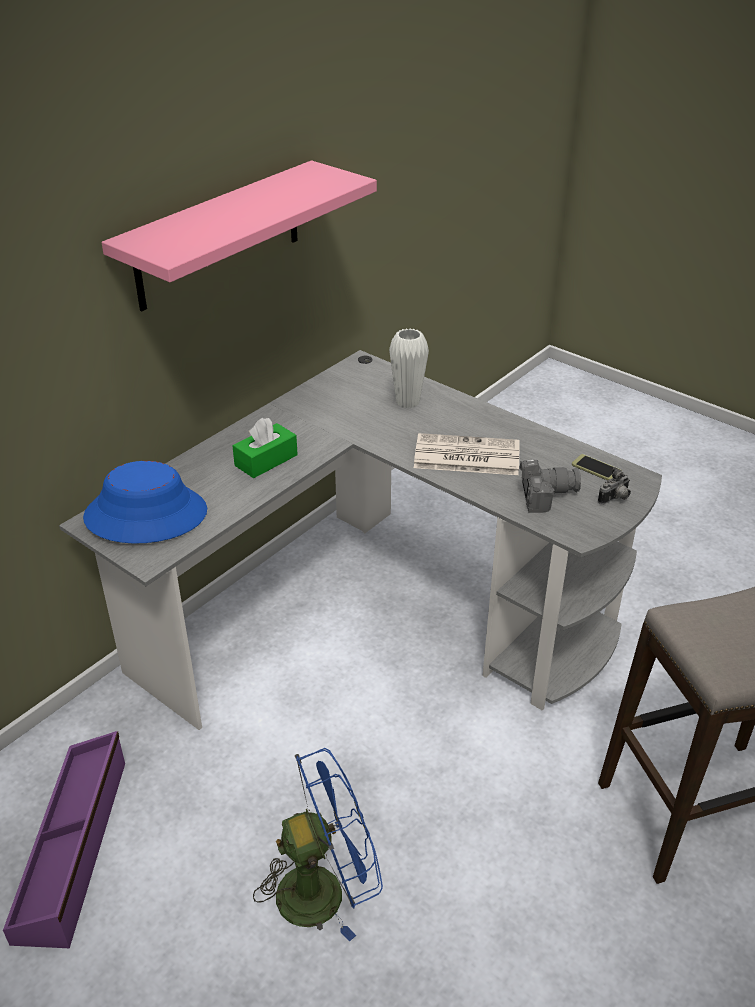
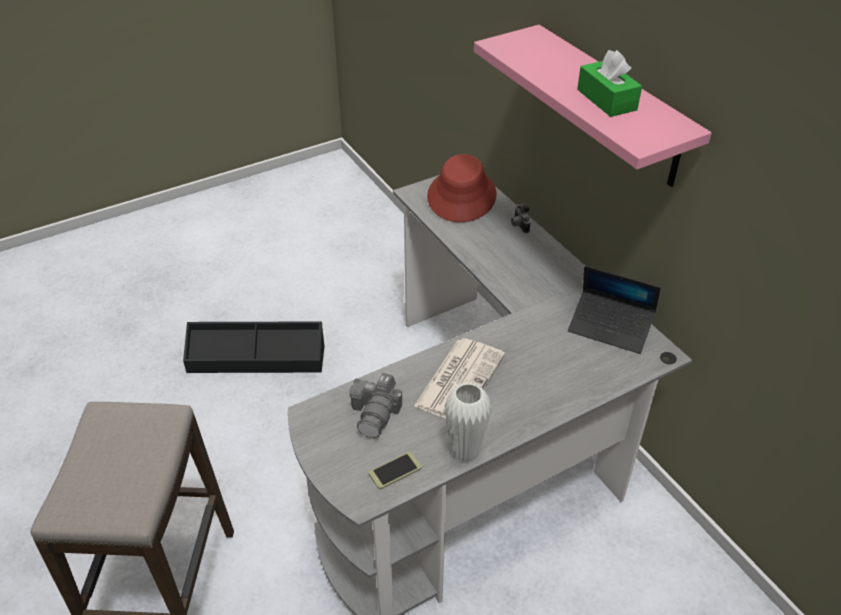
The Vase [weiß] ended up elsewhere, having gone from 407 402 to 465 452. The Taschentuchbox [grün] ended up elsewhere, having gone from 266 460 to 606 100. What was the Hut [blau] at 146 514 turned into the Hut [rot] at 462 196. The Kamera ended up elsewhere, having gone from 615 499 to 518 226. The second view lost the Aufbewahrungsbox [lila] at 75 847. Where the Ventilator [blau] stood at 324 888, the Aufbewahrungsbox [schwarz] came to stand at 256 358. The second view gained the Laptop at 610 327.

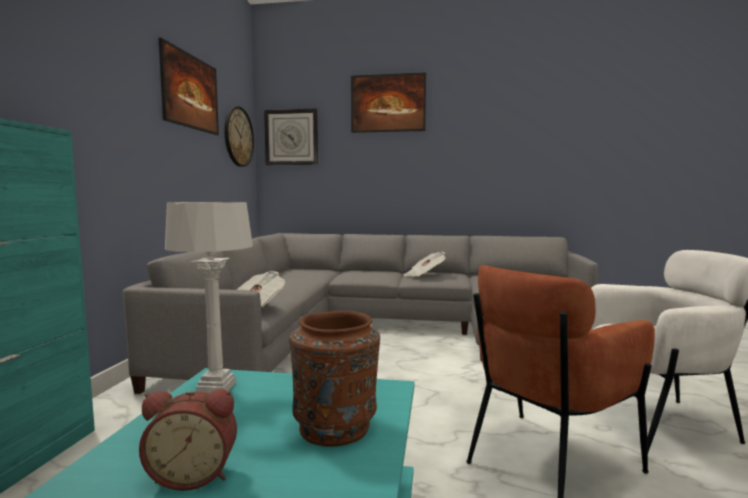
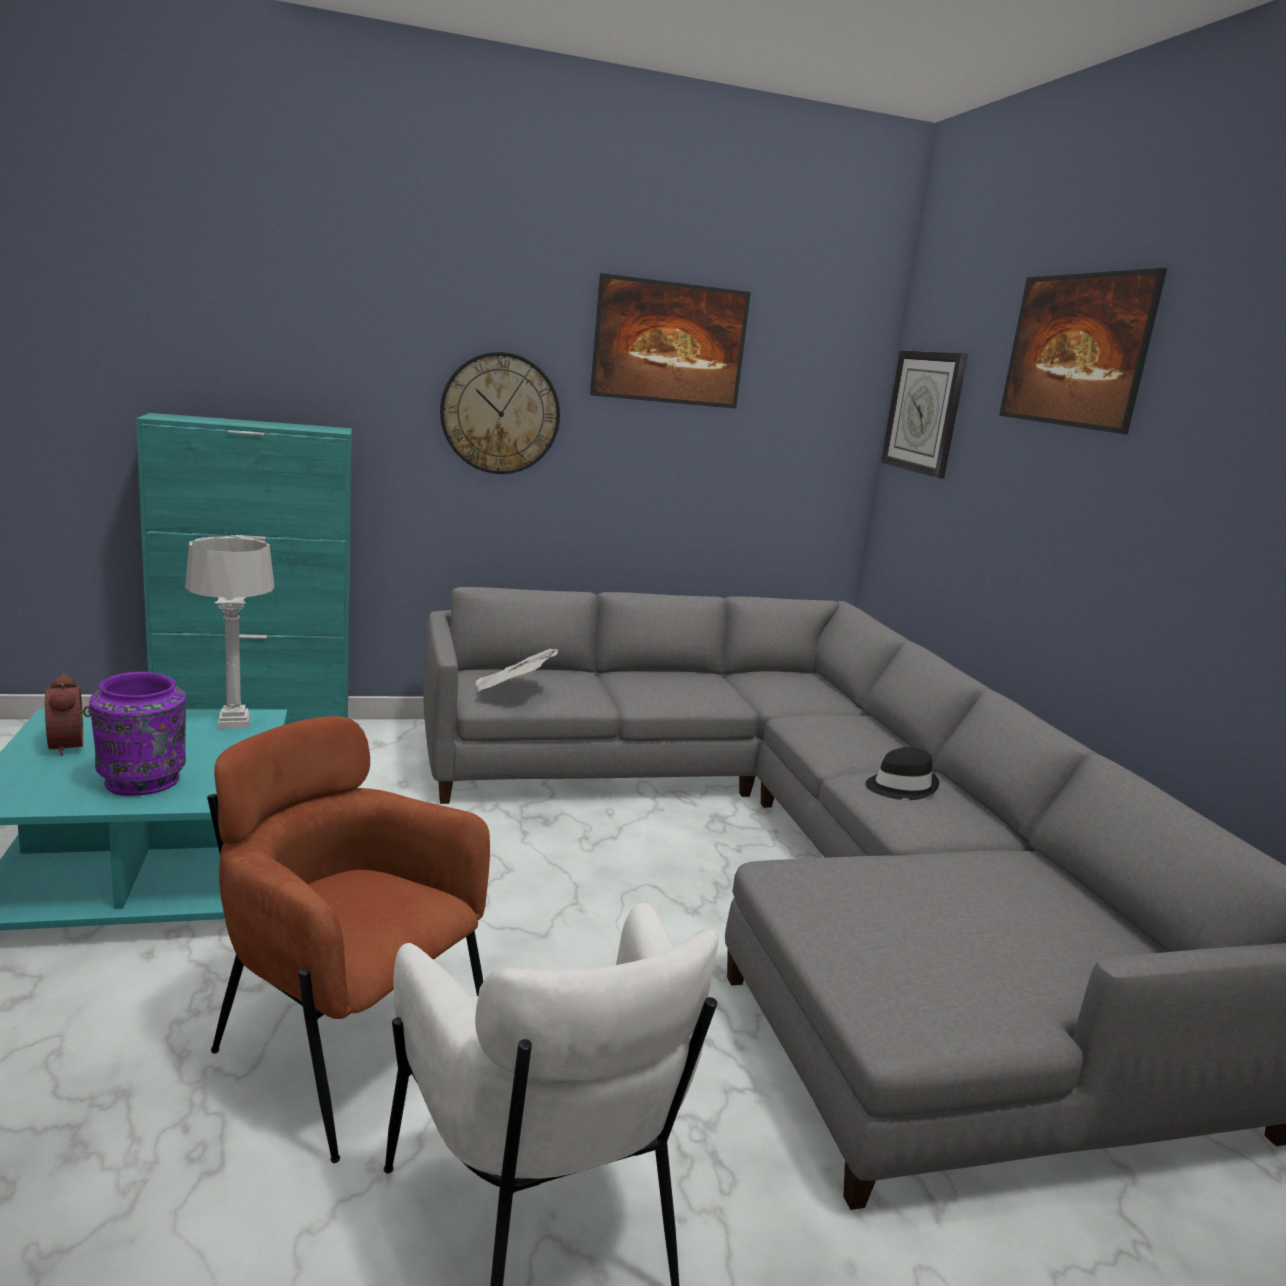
The Wanduhr ended up elsewhere, having gone from 238 137 to 500 413. Where the Zeitung stood at 424 275, the Hut [schwarz] came to stand at 900 786. What was the Vase [braun] at 336 427 turned into the Vase [lila] at 143 782.

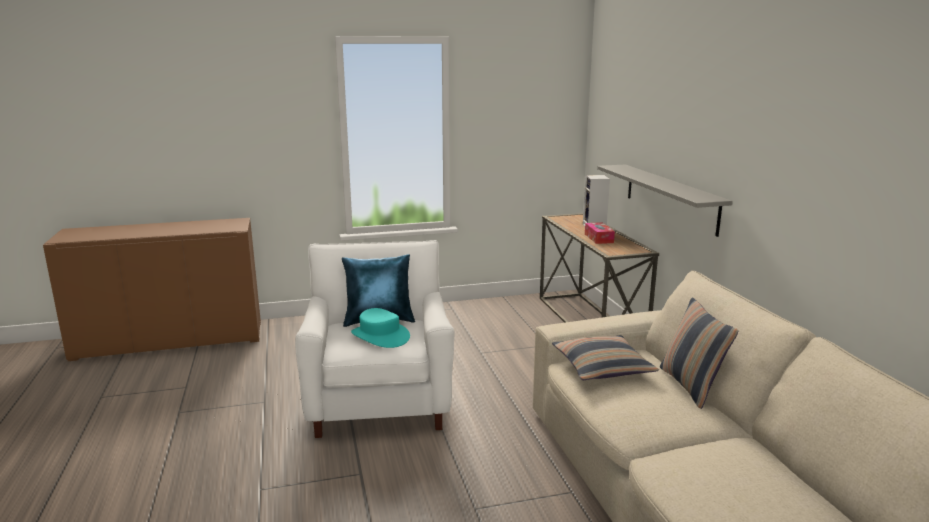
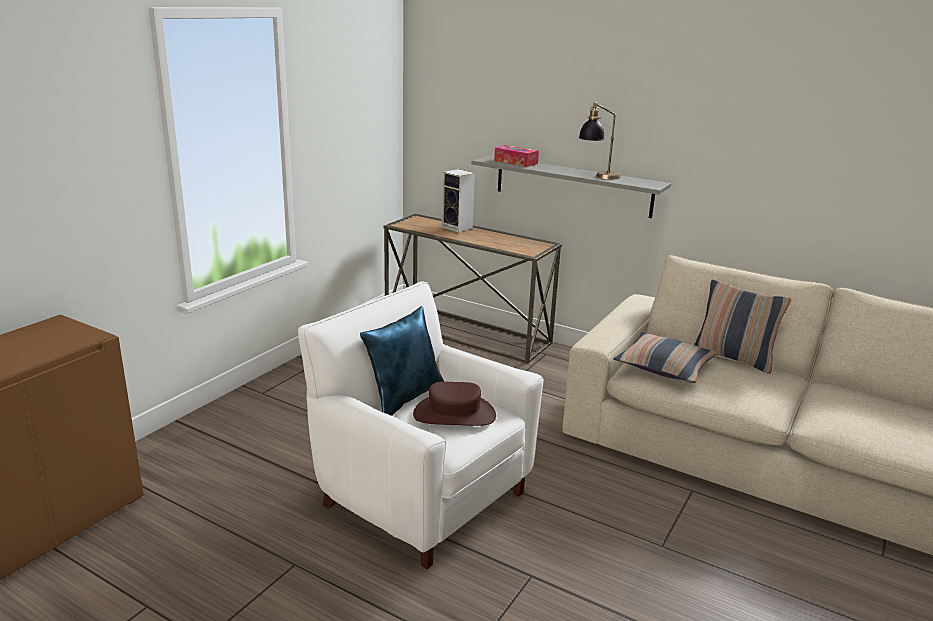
The Taschentuchbox ended up elsewhere, having gone from 598 238 to 516 162. What was the Hut [türkis] at 380 336 turned into the Hut [braun] at 454 415. The second view gained the Tischlampe at 597 176.

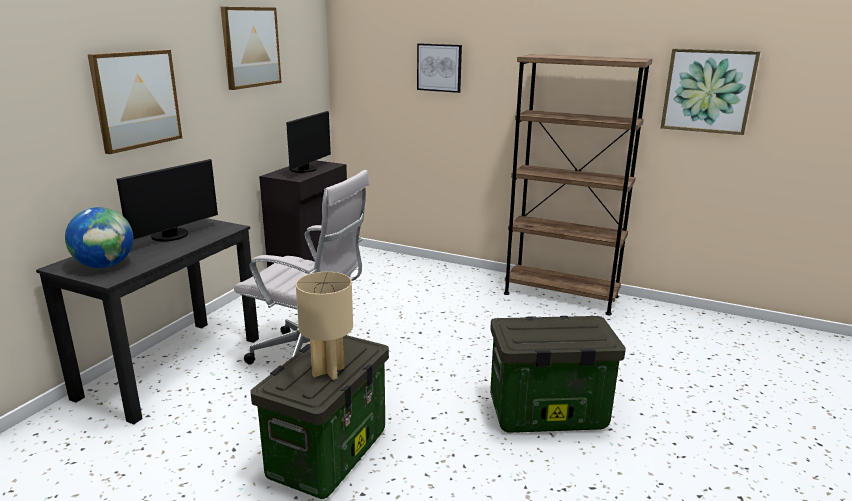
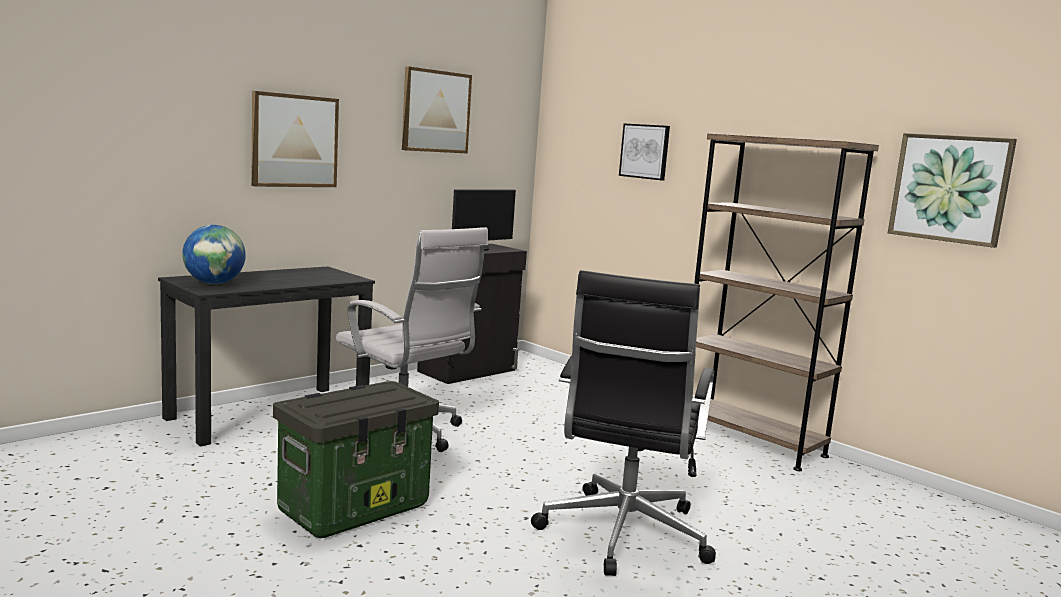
The second view lost the Monitor at 172 236. The second view lost the Tischlampe [beige] at 329 371. Where the Aufbewahrungsbox stood at 546 414, the Bürostuhl [schwarz] came to stand at 622 535.

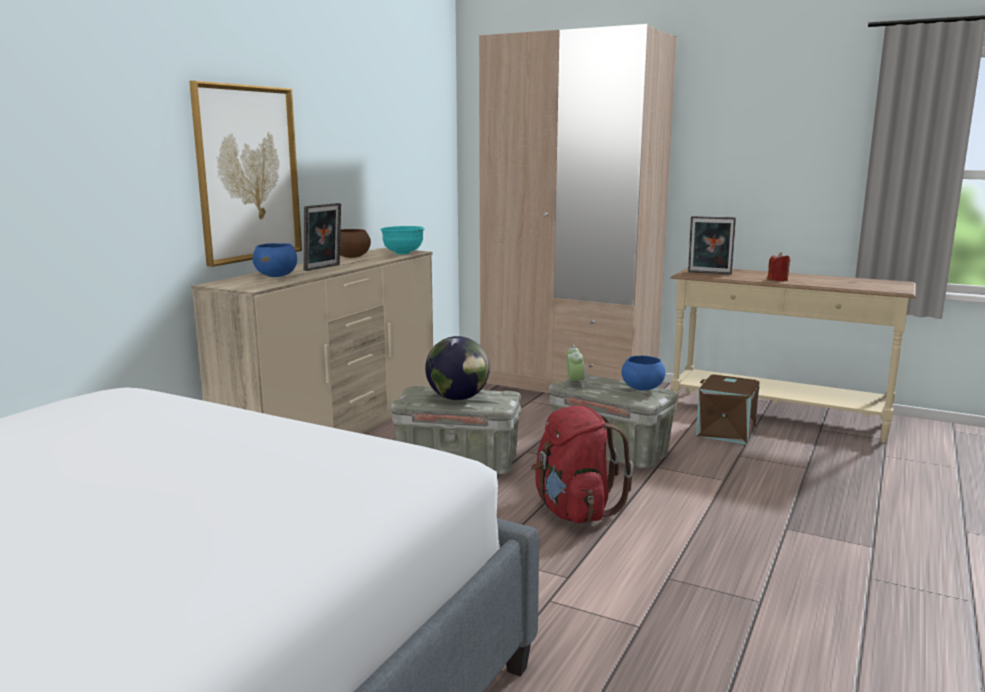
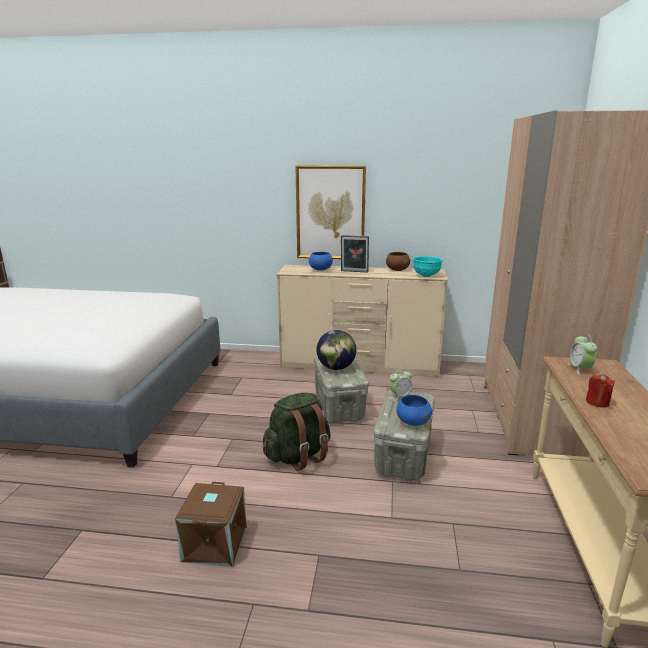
Where the Bilderrahmen stood at 709 273, the Wecker came to stand at 580 369. The Aufbewahrungsbox [braun] ended up elsewhere, having gone from 726 431 to 216 544. What was the Rucksack [rot] at 574 511 turned into the Rucksack [grün] at 298 456.

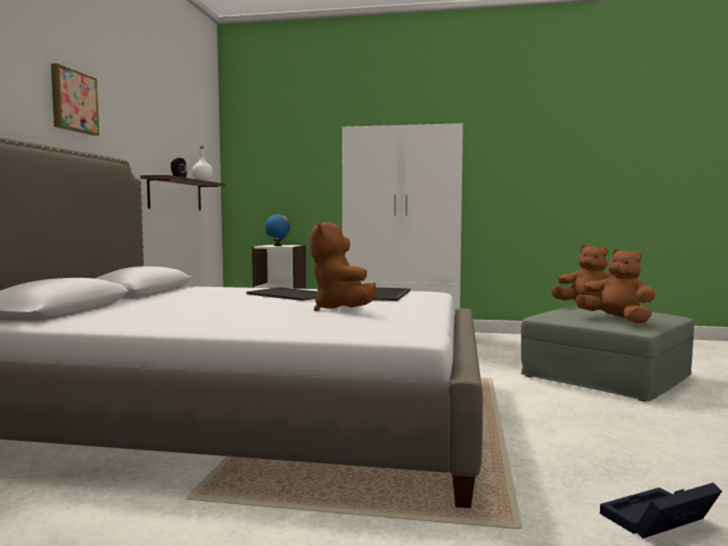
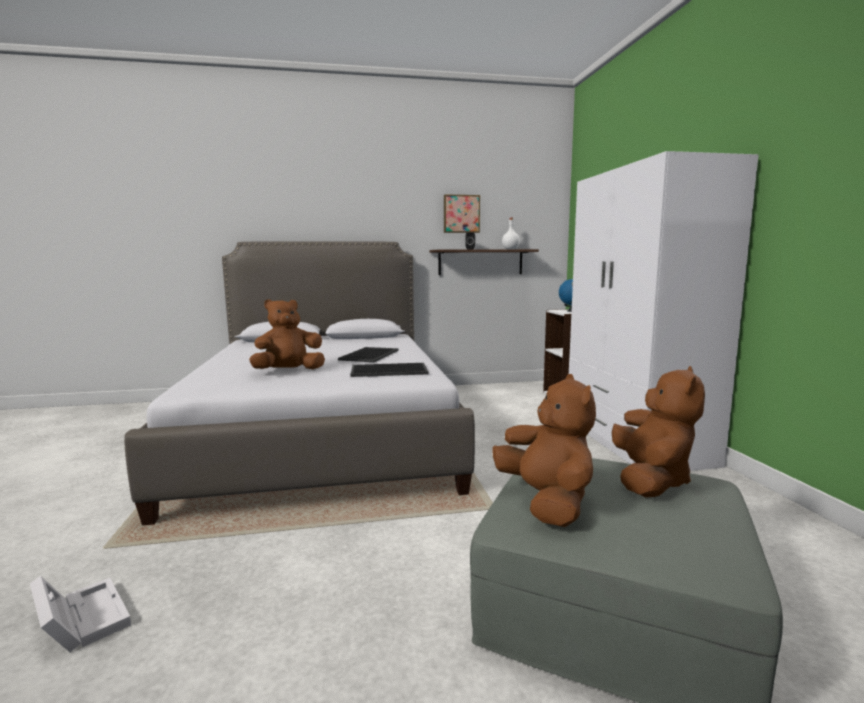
The Bild ended up elsewhere, having gone from 73 101 to 461 214. The Plüschtier [braun] at 616 320 ended up facing another way, 45 degrees counterclockwise from before. What was the Aufbewahrungsbox [schwarz] at 657 521 turned into the Aufbewahrungsbox [weiß] at 81 619.

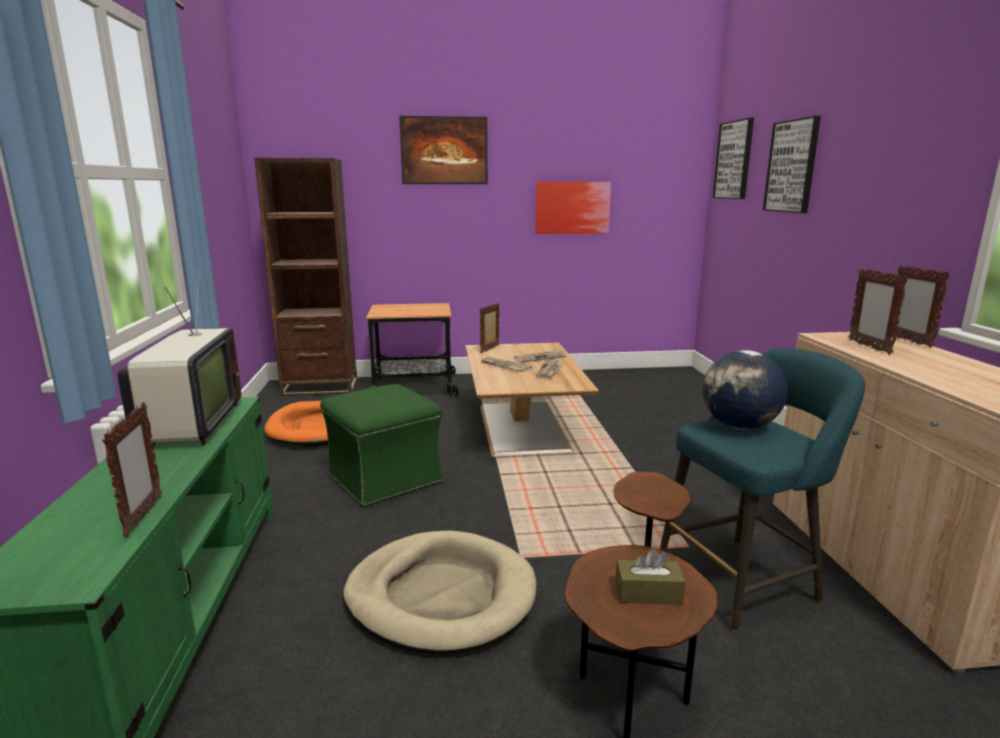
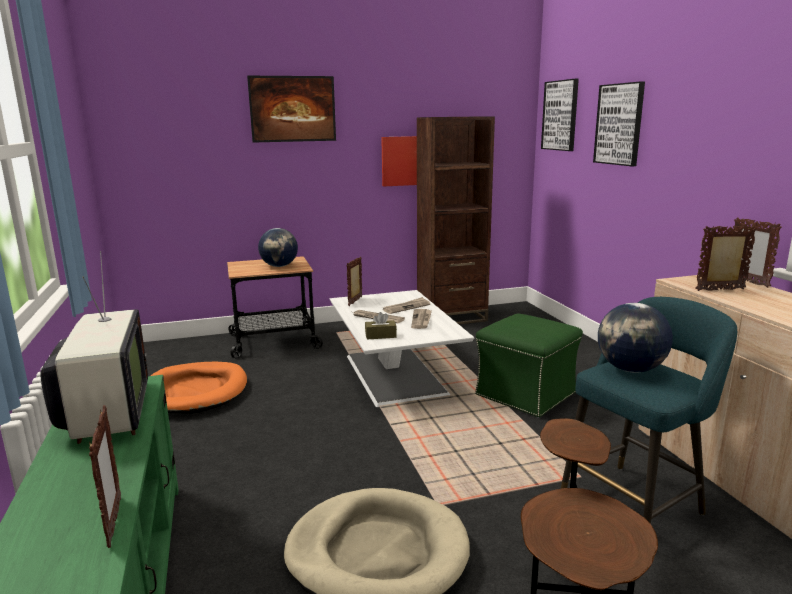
The Bücherregal [braun] ended up elsewhere, having gone from 320 387 to 451 318. The Bilderrahmen at 869 347 ended up facing another way, 105 degrees clockwise from before. What was the Couchtisch [braun] at 523 428 turned into the Couchtisch [weiß] at 396 375. The Polsterhocker [grün] ended up elsewhere, having gone from 385 479 to 526 394. The Taschentuchbox [braun] ended up elsewhere, having gone from 648 593 to 380 335. The second view gained the Globus at 279 266.

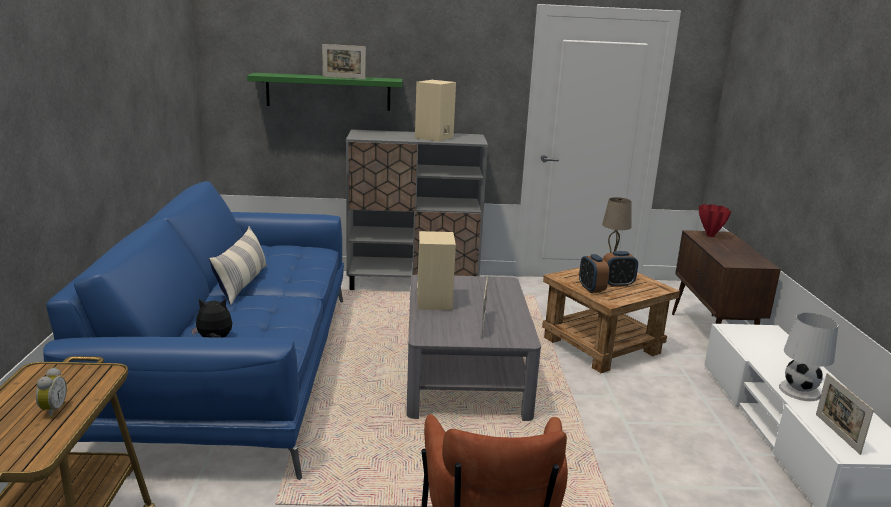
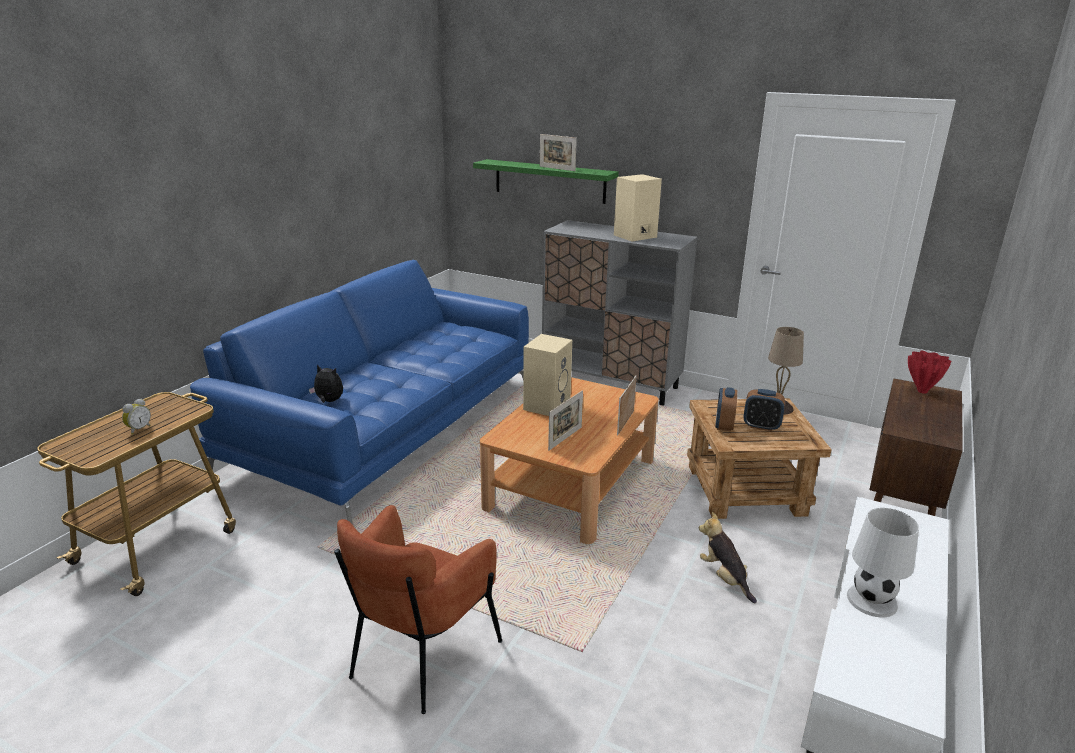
The second view lost the Kissen at 242 284. What was the Couchtisch [grau] at 464 374 turned into the Couchtisch [braun] at 571 483. The Bilderrahmen ended up elsewhere, having gone from 837 433 to 625 422. The second view gained the Plüschtier at 724 578.

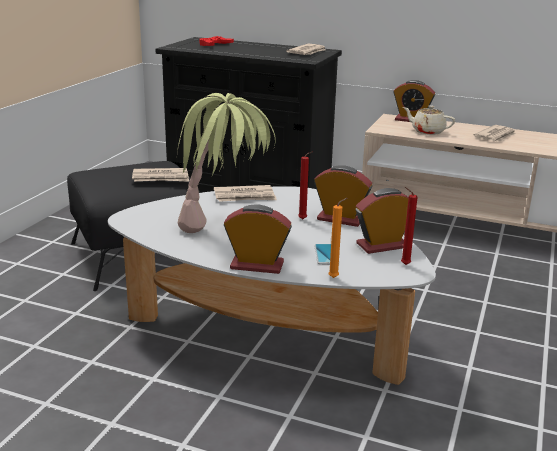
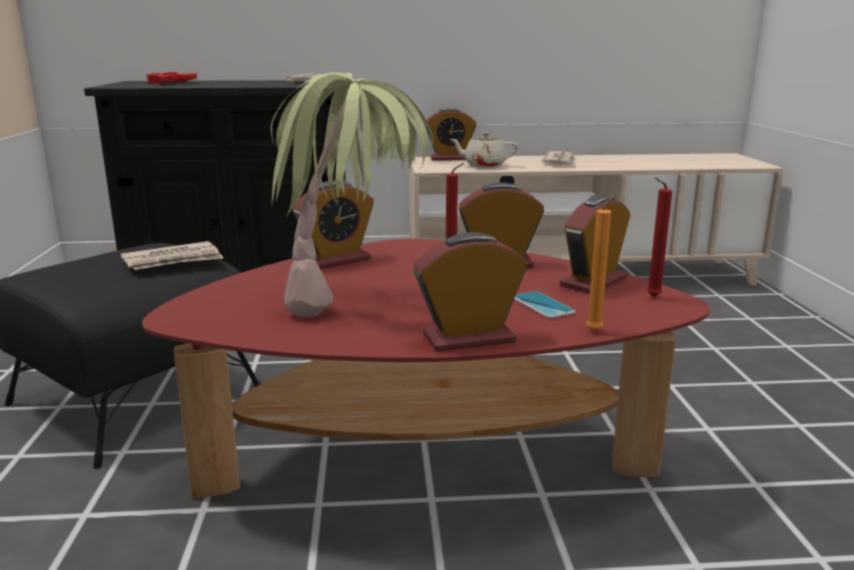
Where the Zeitung stood at 245 196, the Wecker came to stand at 336 260. What was the Couchtisch [weiß] at 270 329 turned into the Couchtisch [rot] at 425 451.

